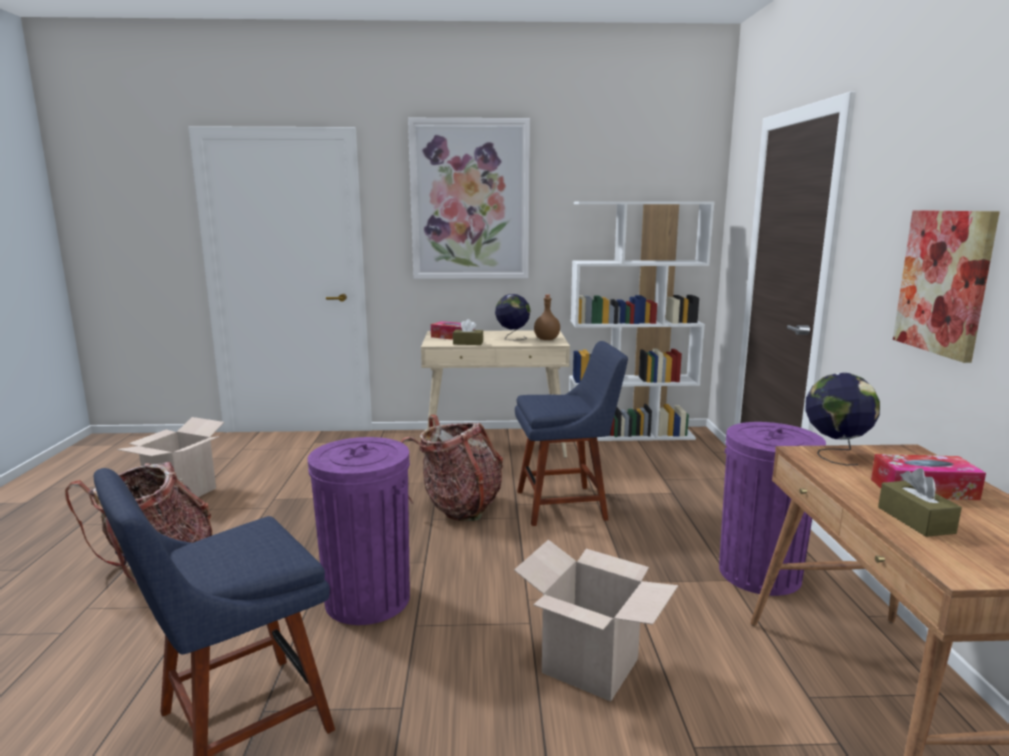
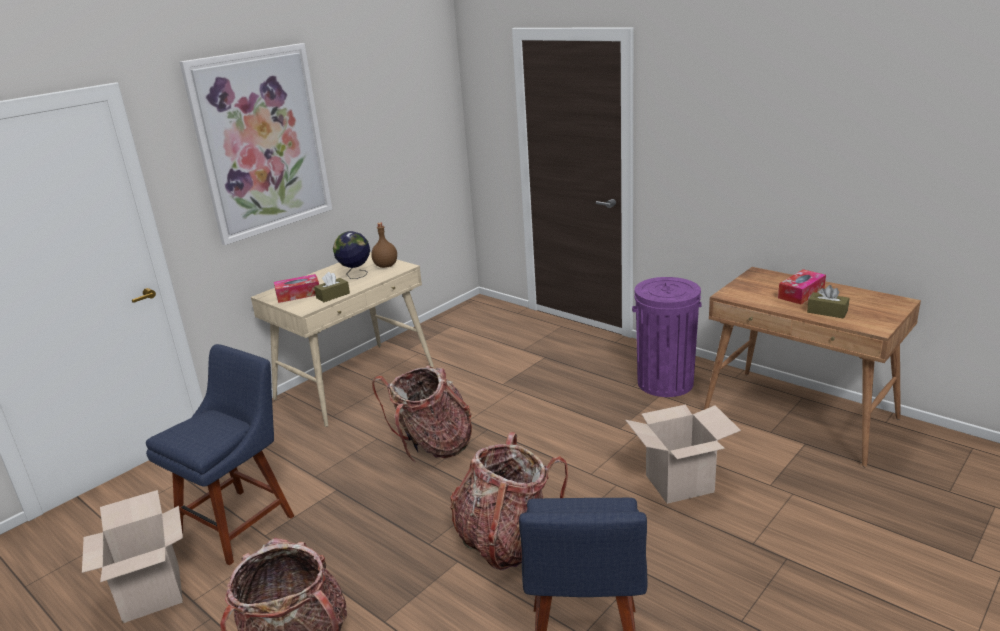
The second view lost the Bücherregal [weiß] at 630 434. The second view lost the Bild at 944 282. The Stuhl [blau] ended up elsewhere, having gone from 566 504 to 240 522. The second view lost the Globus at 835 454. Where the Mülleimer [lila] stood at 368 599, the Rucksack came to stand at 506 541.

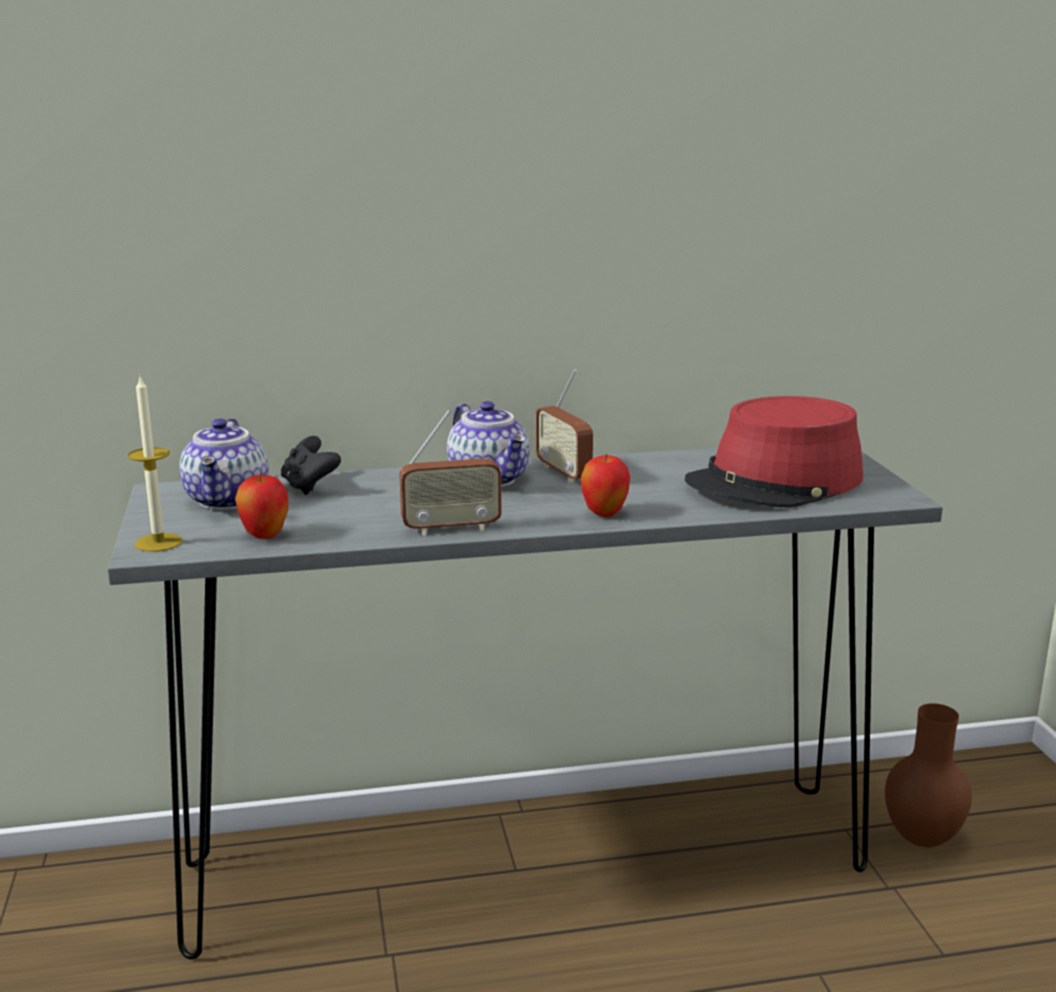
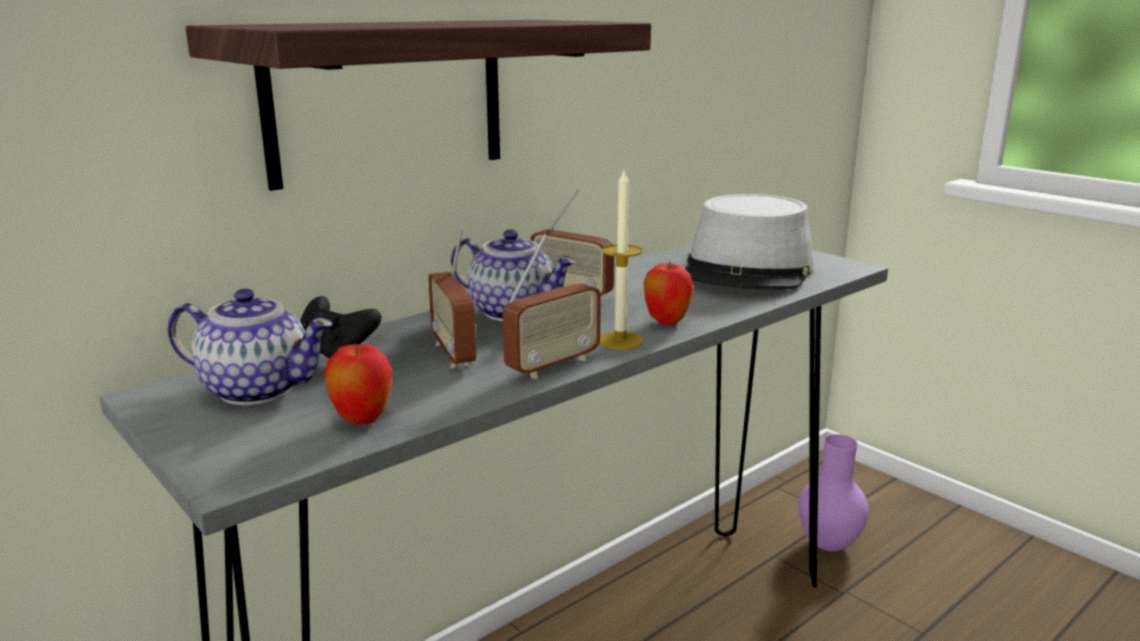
The Kerze ended up elsewhere, having gone from 158 542 to 620 340. What was the Hut [rot] at 775 481 turned into the Hut [grau] at 748 270. The Teekanne at 229 500 ended up facing another way, 45 degrees counterclockwise from before. What was the Vase [braun] at 923 838 turned into the Vase [lila] at 828 544. The second view gained the Wandregal at 388 99. The second view gained the Radio at 454 354.

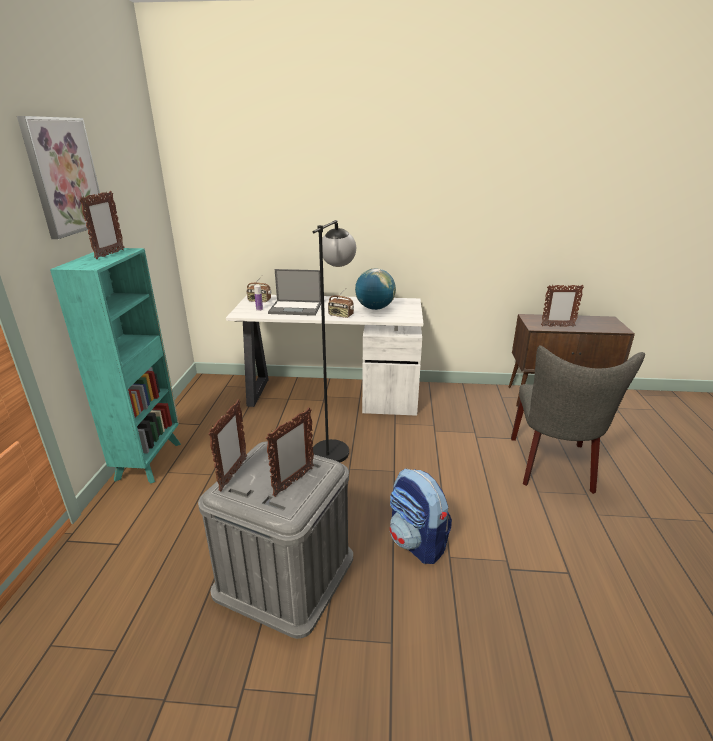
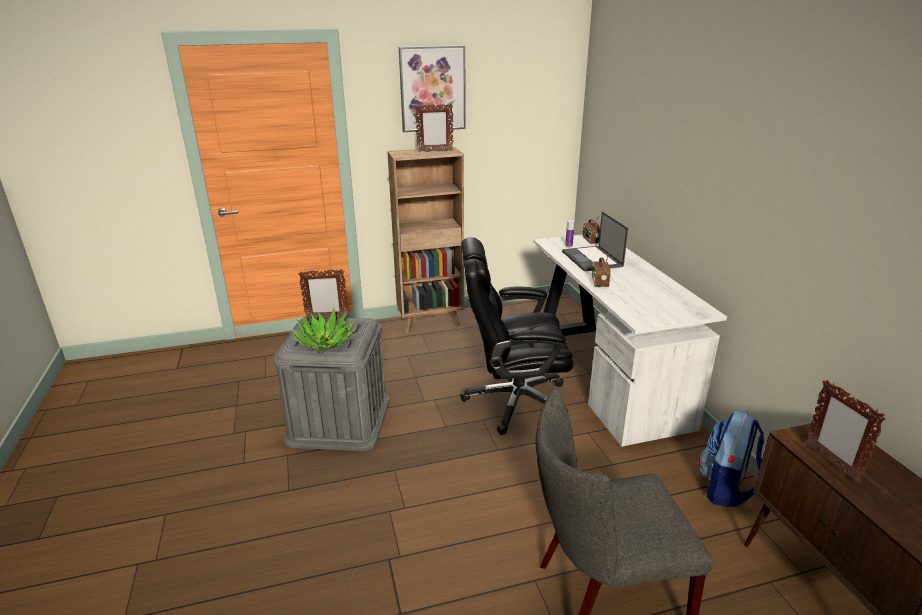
Where the Stehlampe [schwarz] stood at 335 445, the Bürostuhl [schwarz] came to stand at 514 401. What was the Bücherregal [türkis] at 150 460 turned into the Bücherregal [braun] at 431 322. The second view lost the Globus at 375 308. Where the Bilderrahmen stood at 293 482, the Topfpflanze came to stand at 325 341. The Rucksack ended up elsewhere, having gone from 417 542 to 726 488.

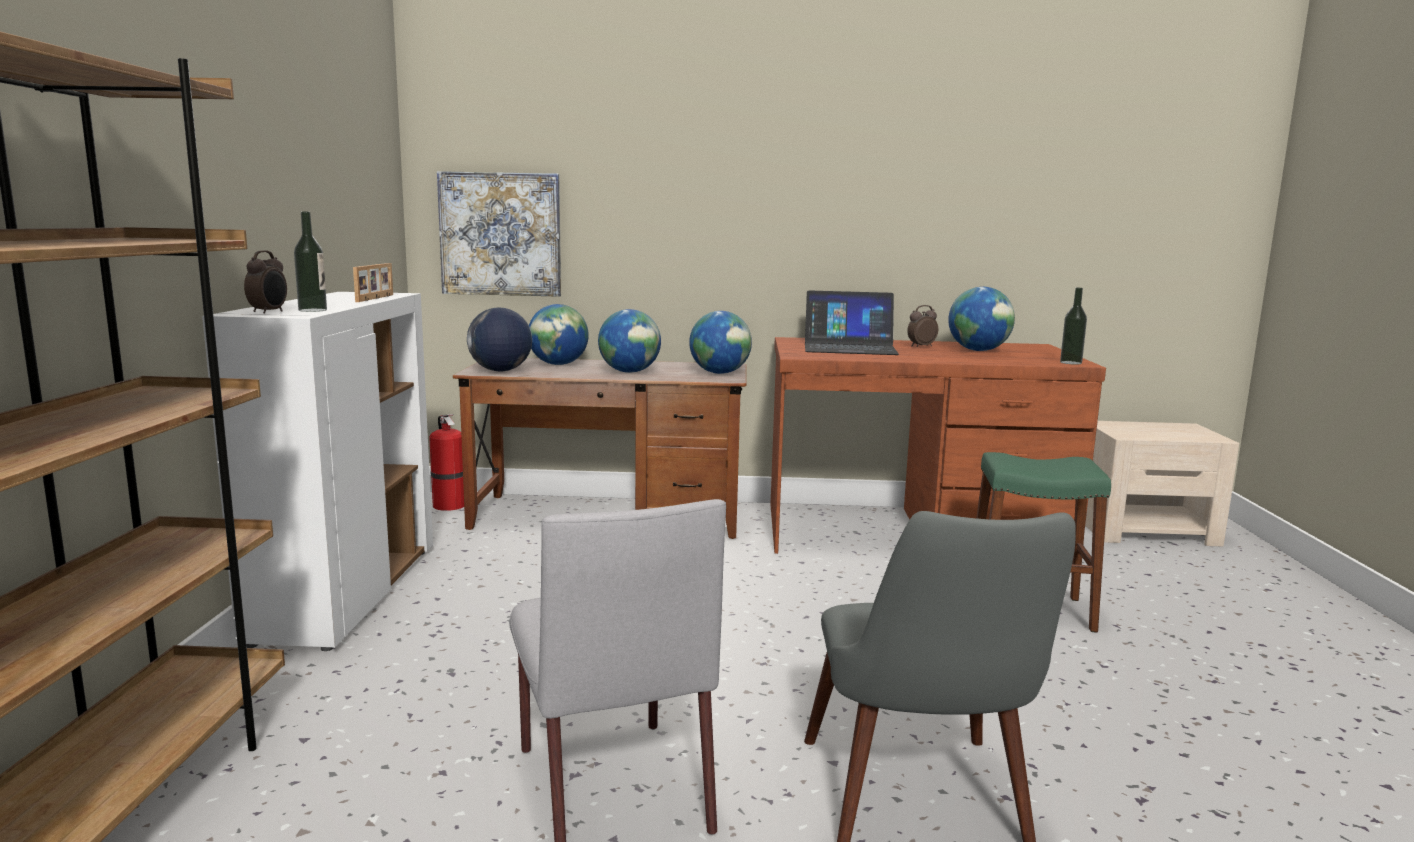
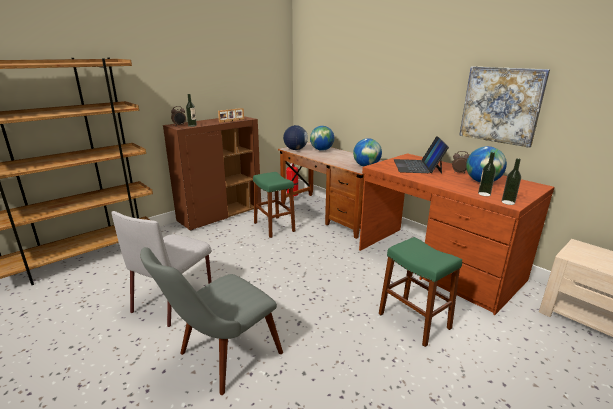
The Bild ended up elsewhere, having gone from 500 234 to 501 105. The Laptop at 849 347 ended up facing another way, 45 degrees clockwise from before. What was the Schrank [weiß] at 347 593 turned into the Schrank [braun] at 220 215. The second view lost the Globus at 629 372. The second view gained the Flasche at 484 194. The second view gained the Hocker [grün] at 274 227.

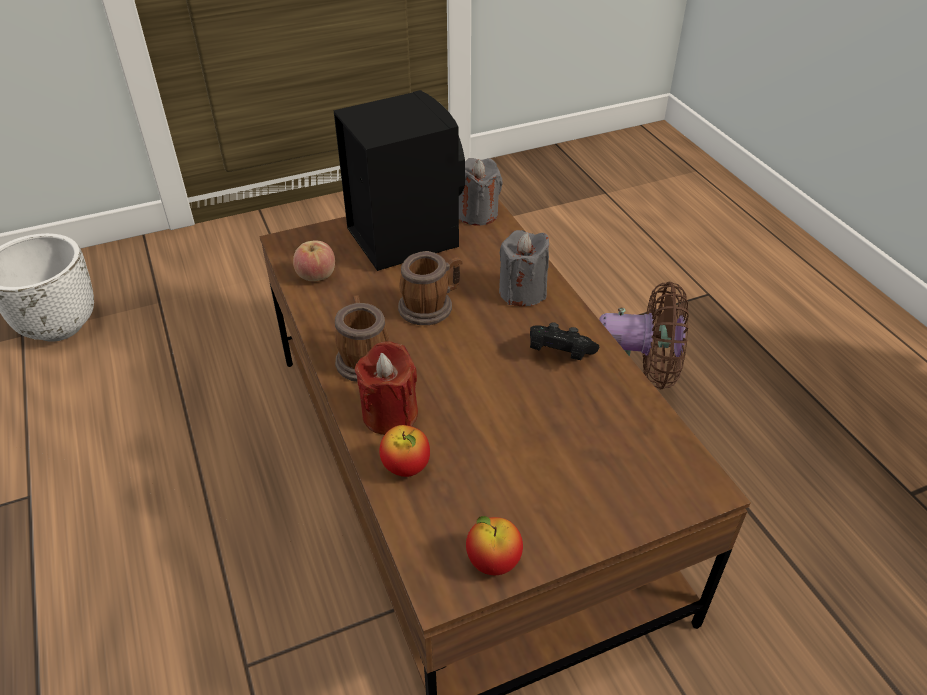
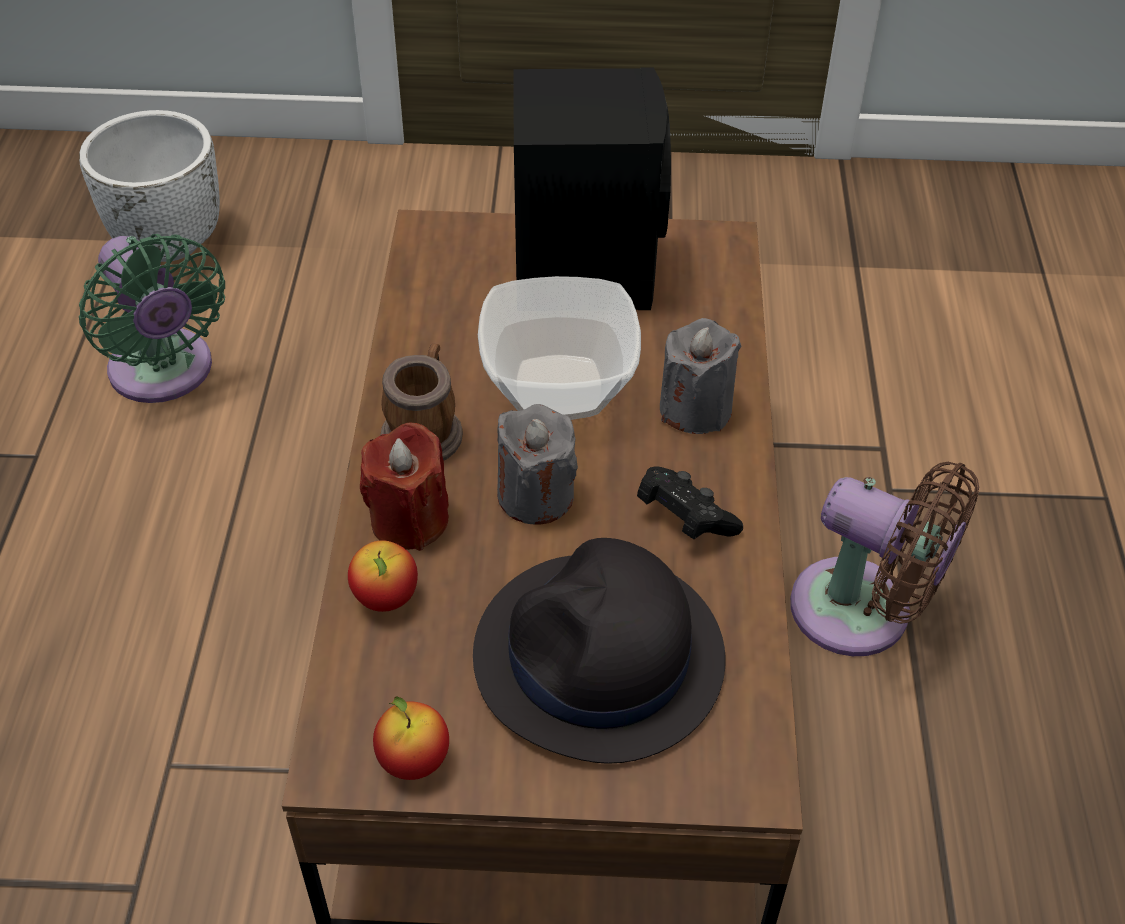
The Kerze [grau] ended up elsewhere, having gone from 477 214 to 535 495. The second view lost the Apfel at 316 276. Where the Henkelbecher stood at 431 306, the Schüssel came to stand at 556 387. The second view gained the Ventilator [grün] at 165 374. The second view gained the Hut [schwarz] at 599 659.

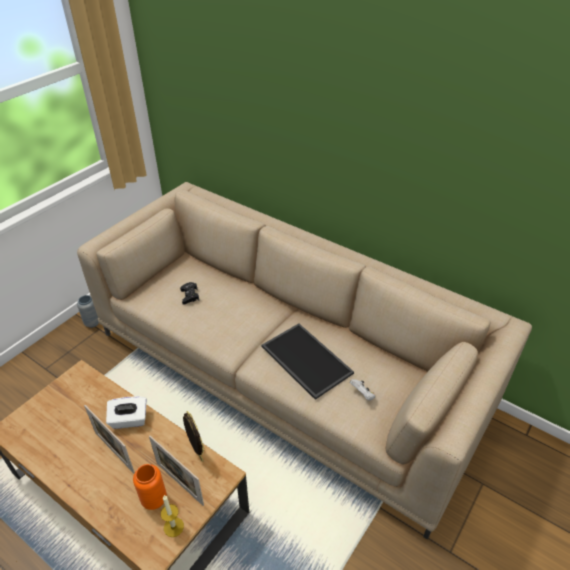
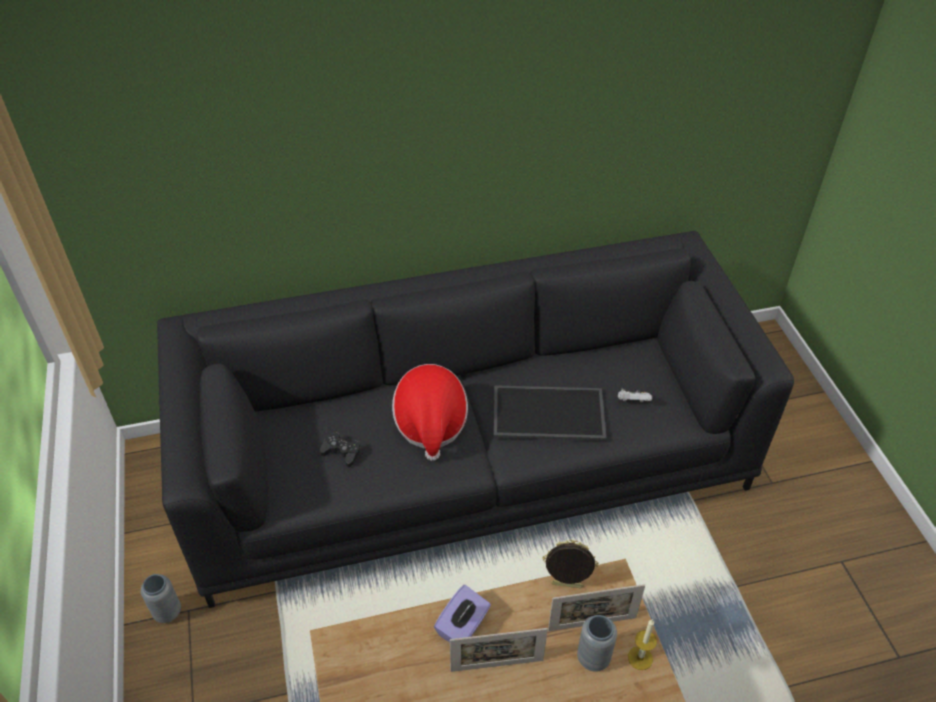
What was the Sofa [beige] at 285 371 turned into the Sofa [schwarz] at 467 461. What was the Taschentuchbox [weiß] at 129 420 turned into the Taschentuchbox [lila] at 463 626. What was the Vase [orange] at 154 499 turned into the Vase [grau] at 593 658. The second view gained the Hut at 430 423.

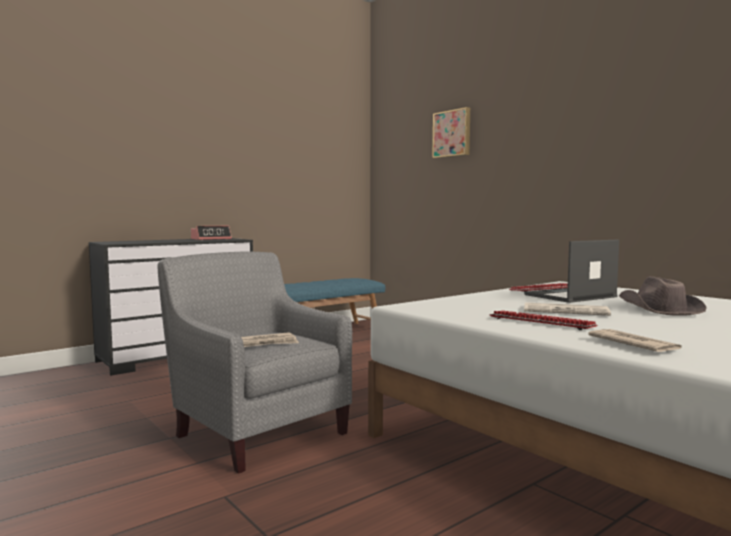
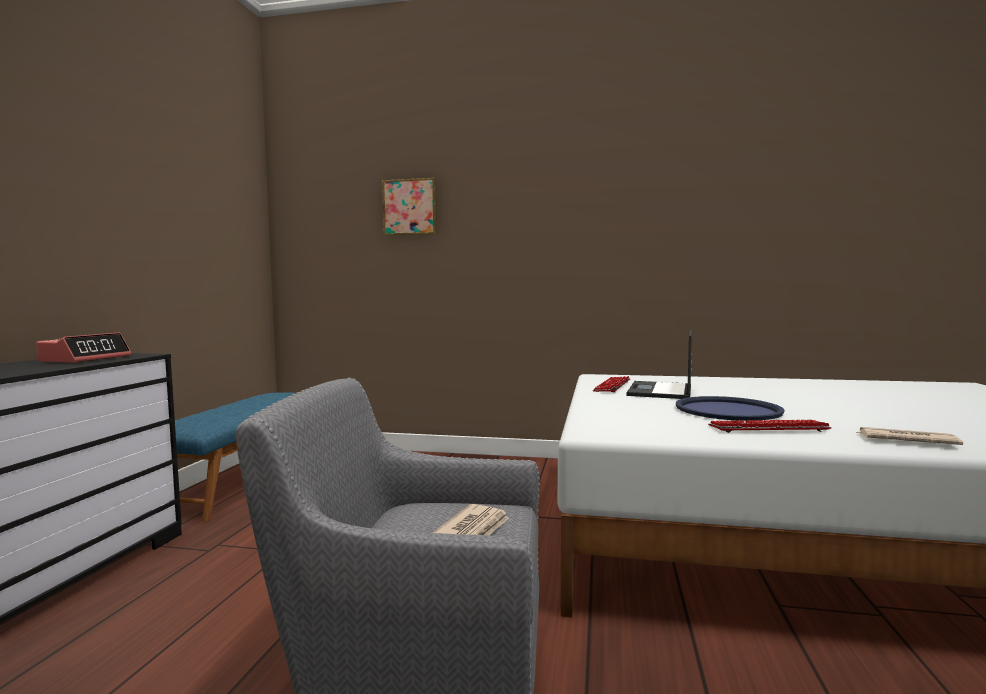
The second view lost the Hut [braun] at 658 309. Where the Zeitung stood at 566 311, the Tablett [blau] came to stand at 727 410.

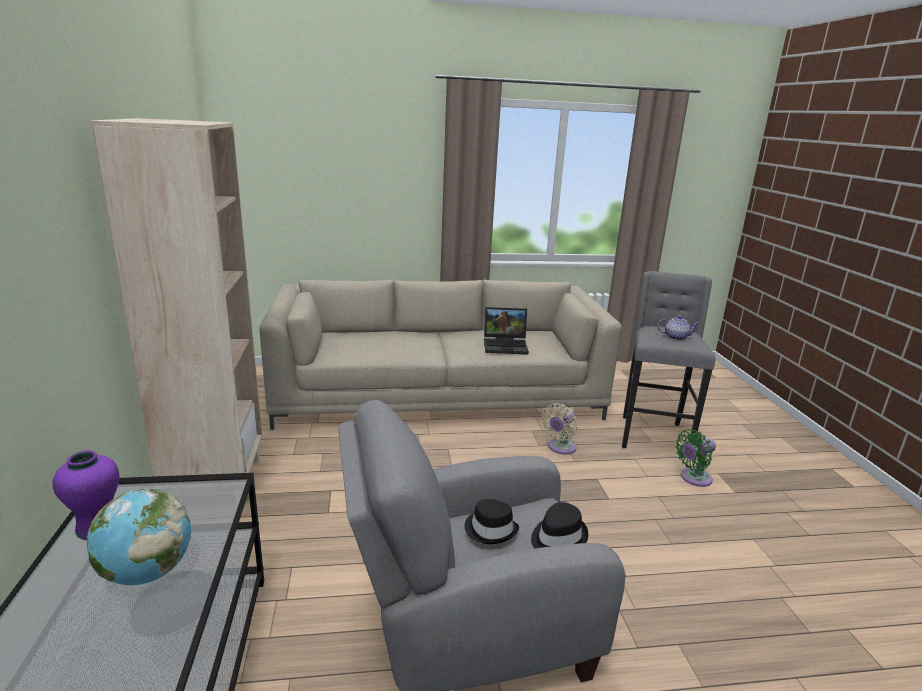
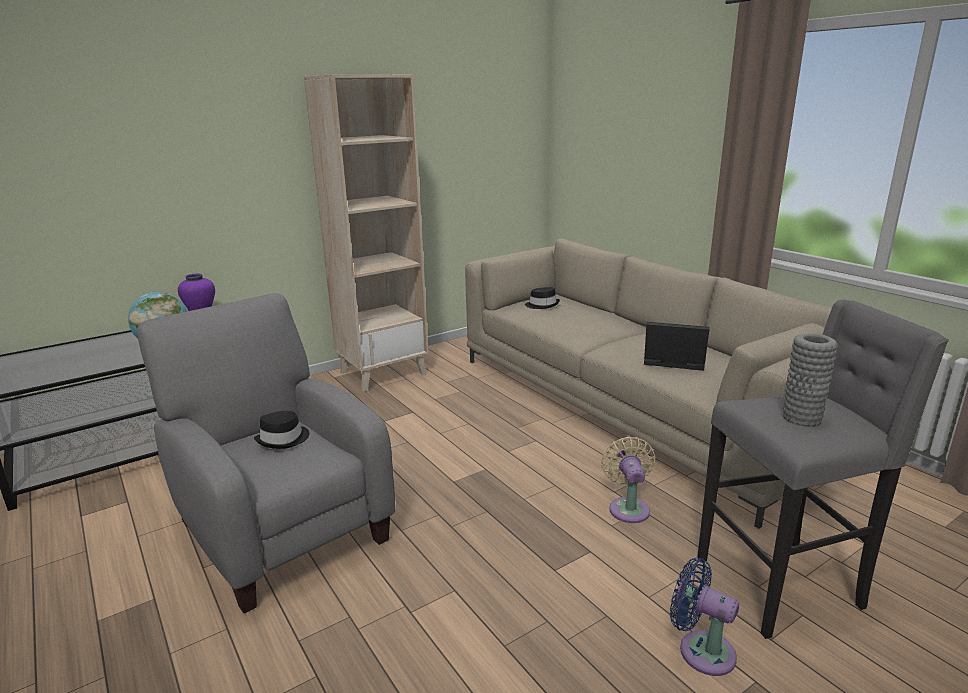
The Laptop at 506 345 ended up facing another way, 135 degrees clockwise from before. Where the Teekanne stood at 675 337, the Vase [grau] came to stand at 801 418. The Ventilator [beige] at 560 448 ended up facing another way, 75 degrees clockwise from before. What was the Ventilator [grün] at 693 478 turned into the Ventilator [blau] at 701 650. The Hut [schwarz] ended up elsewhere, having gone from 557 537 to 542 305.

